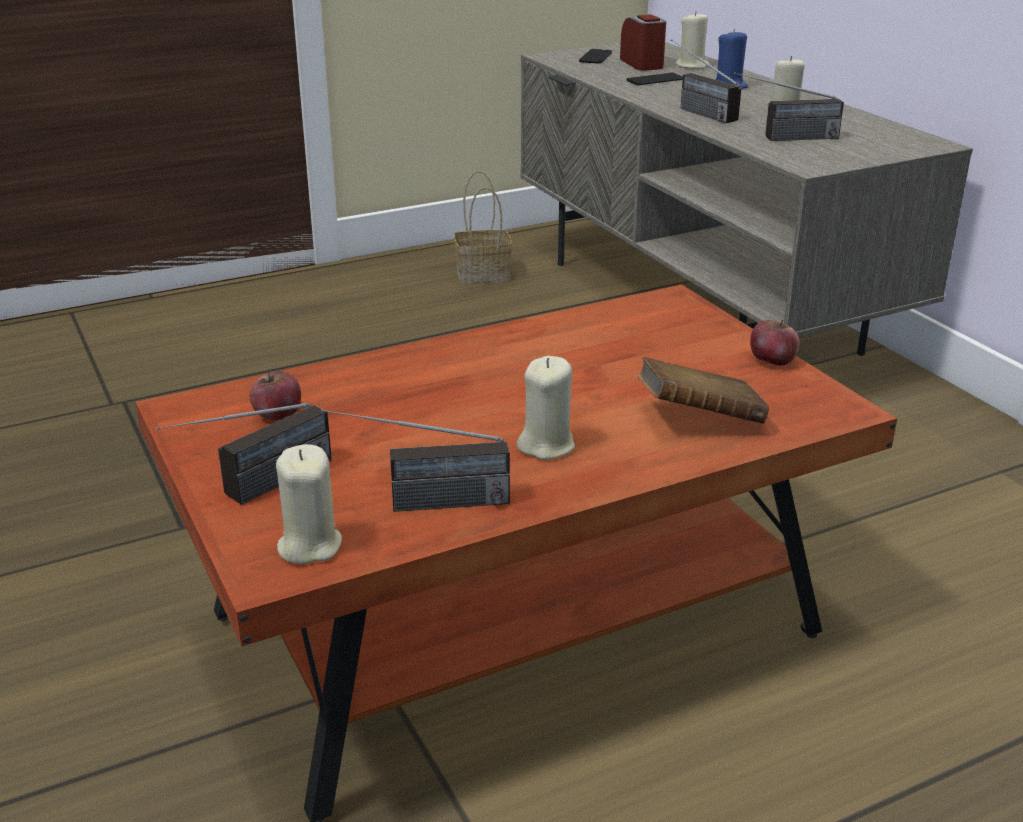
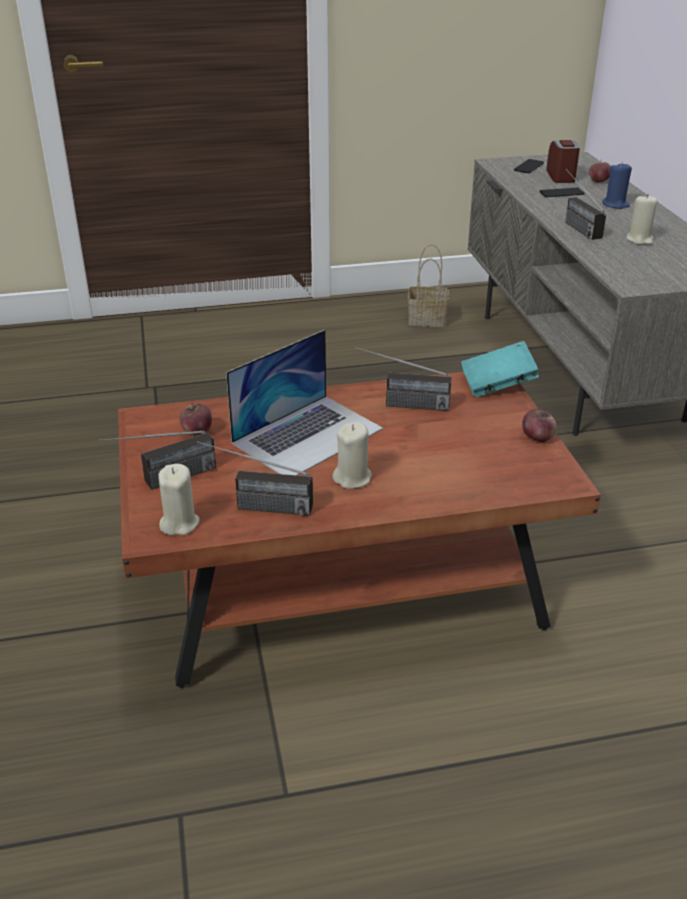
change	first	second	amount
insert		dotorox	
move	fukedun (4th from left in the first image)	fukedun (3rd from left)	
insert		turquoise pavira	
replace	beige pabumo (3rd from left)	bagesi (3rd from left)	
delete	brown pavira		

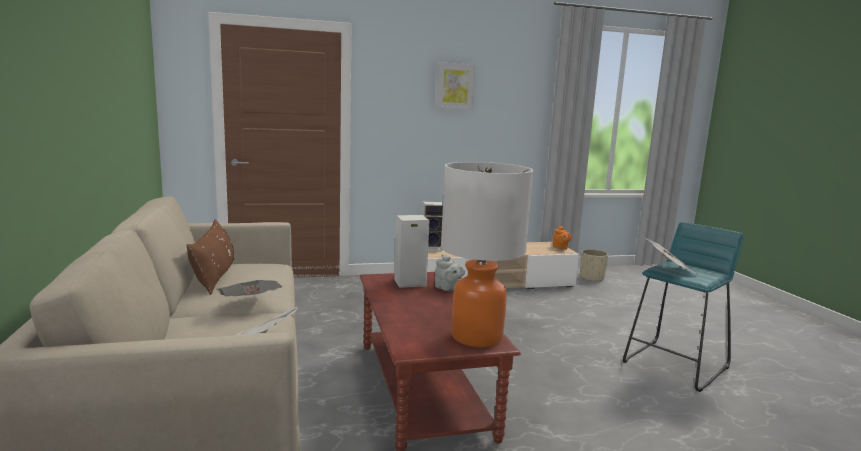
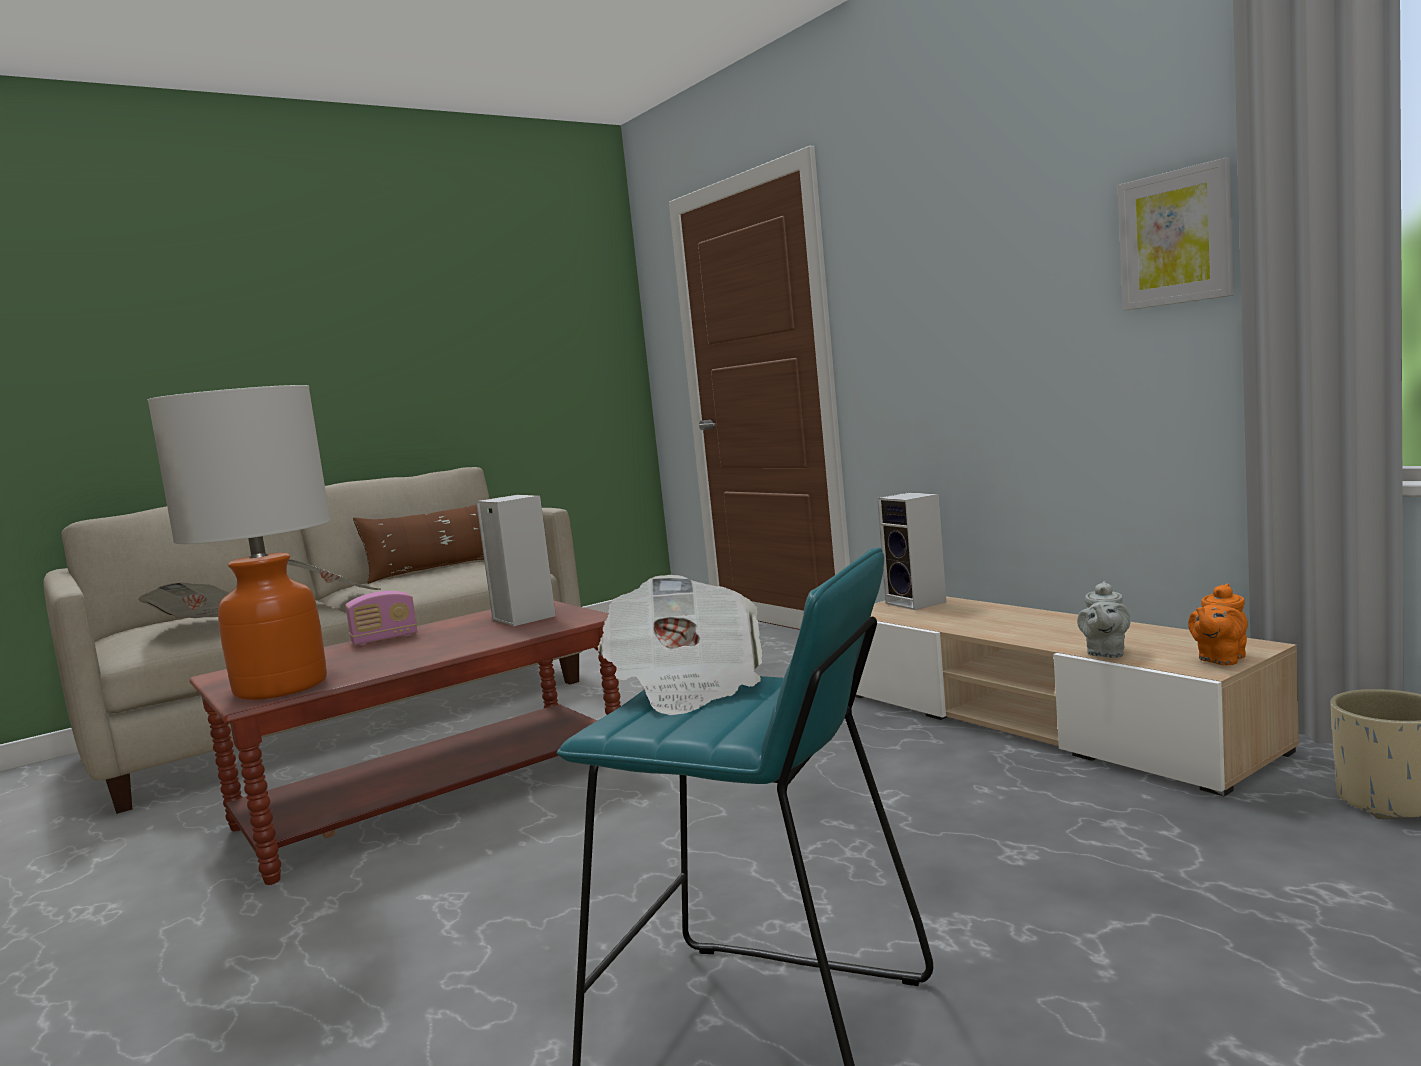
change	first	second	amount
insert		fukedun	
move	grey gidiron		
move	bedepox		

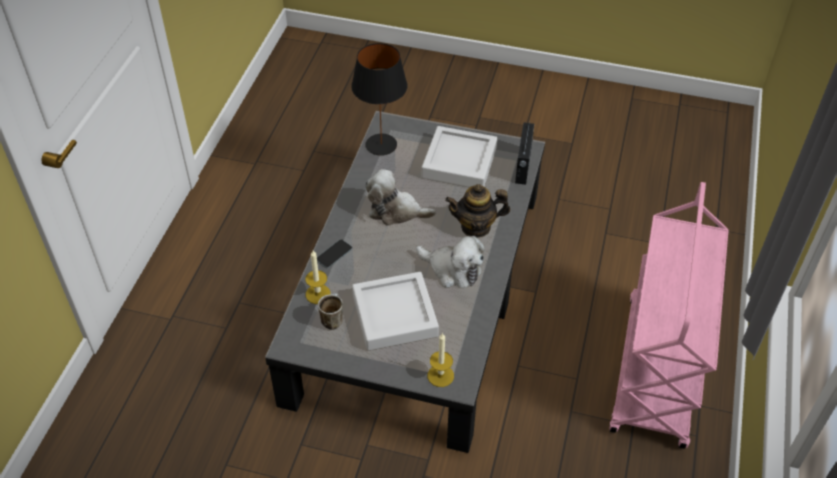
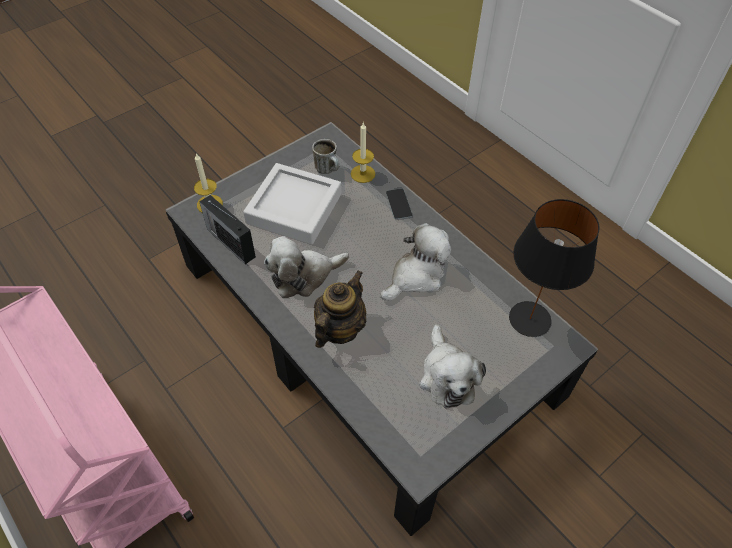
change	first	second	amount
move	fukedun		
replace	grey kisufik (2nd from left)	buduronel (3rd from left)	

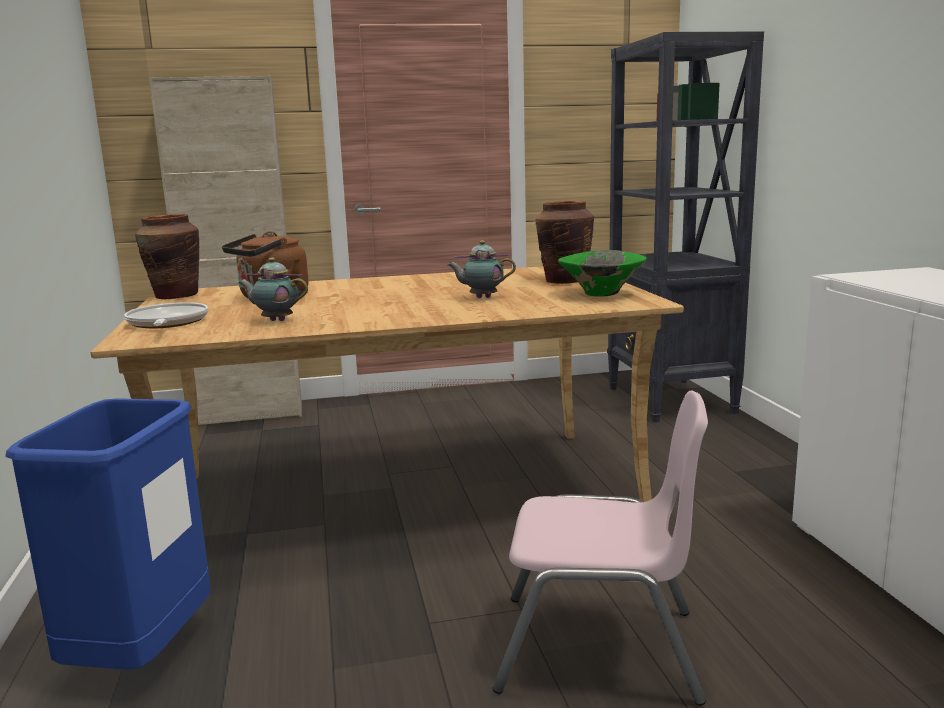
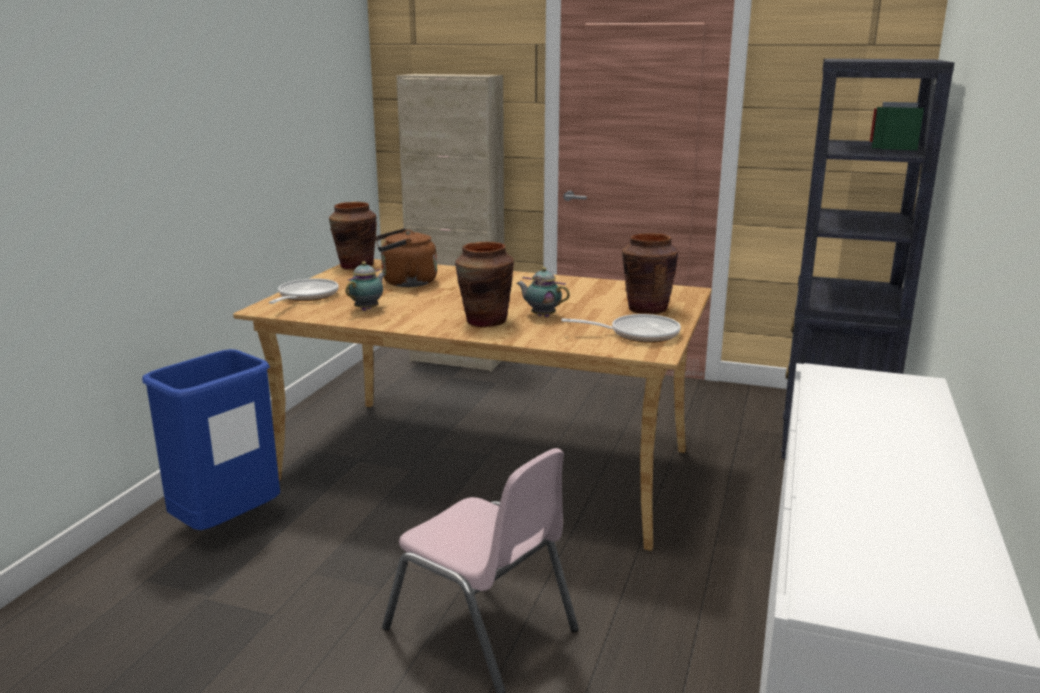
change	first	second	amount
rotate	gidiron (1st from left)		75 degrees clockwise
insert		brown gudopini (2nd from left)	
replace	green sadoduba	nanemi (2nd from left)	

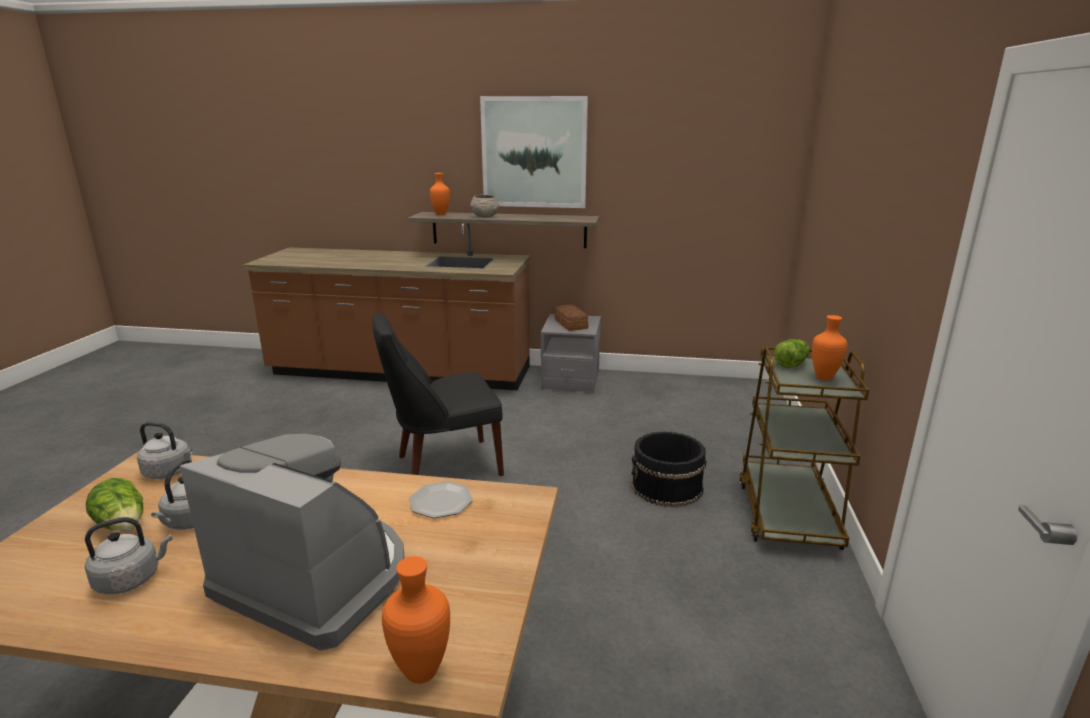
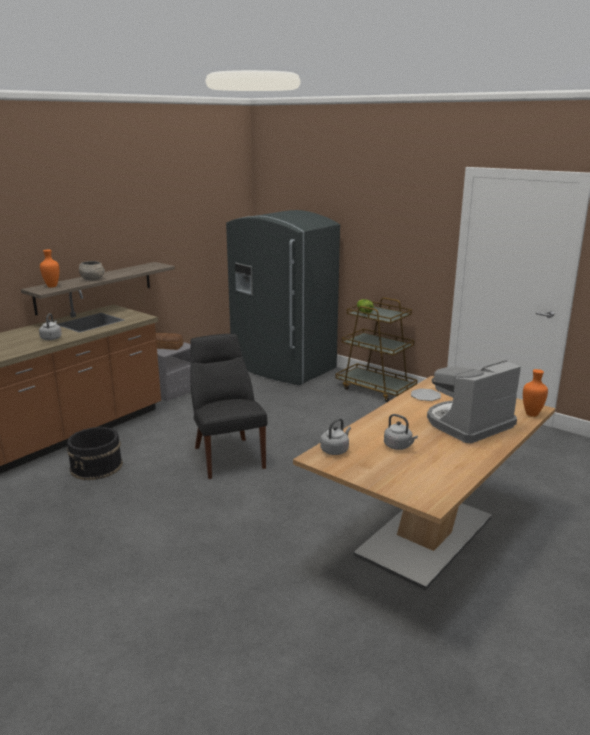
change	first	second	amount
move	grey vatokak (1st from left)		
move	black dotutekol		
rotate	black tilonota		150 degrees clockwise
insert		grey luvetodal	
delete	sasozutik (1st from left)		
delete	bedepox		
delete	orange gudopini (3rd from left)		

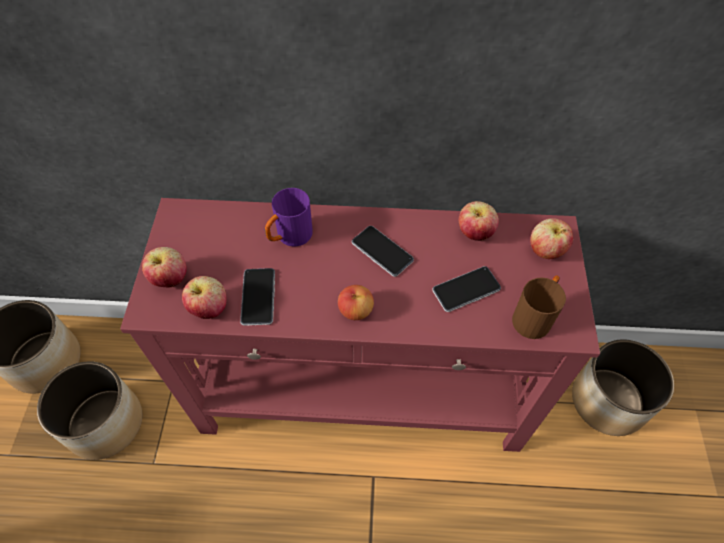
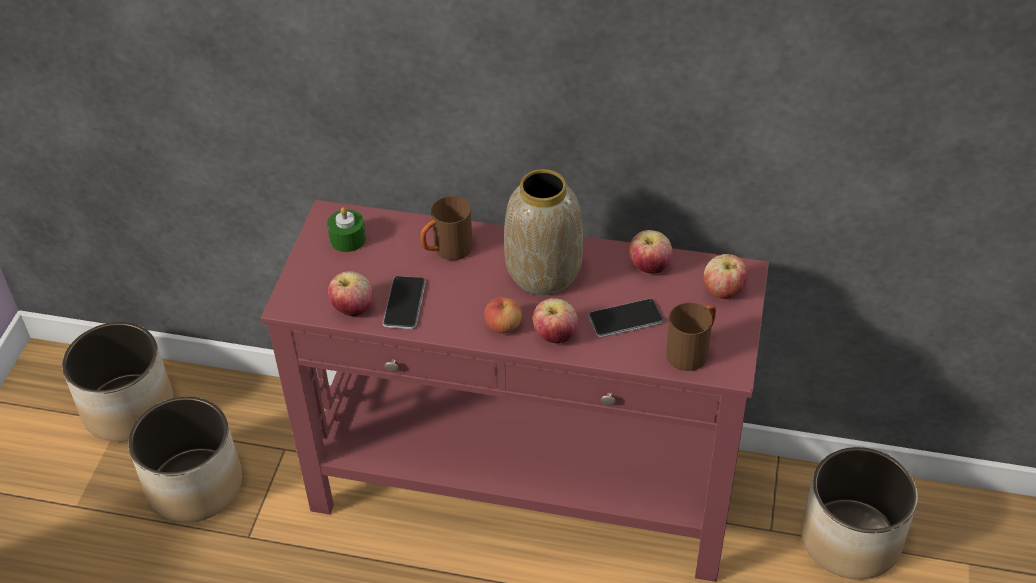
change	first	second	amount
insert		green pabumo	
recolor	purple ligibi	brown ligibi (1st from left)	
replace	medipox (2nd from left)	gudopini	
move	bagesi (1st from left in the first image)	bagesi (3rd from left)	

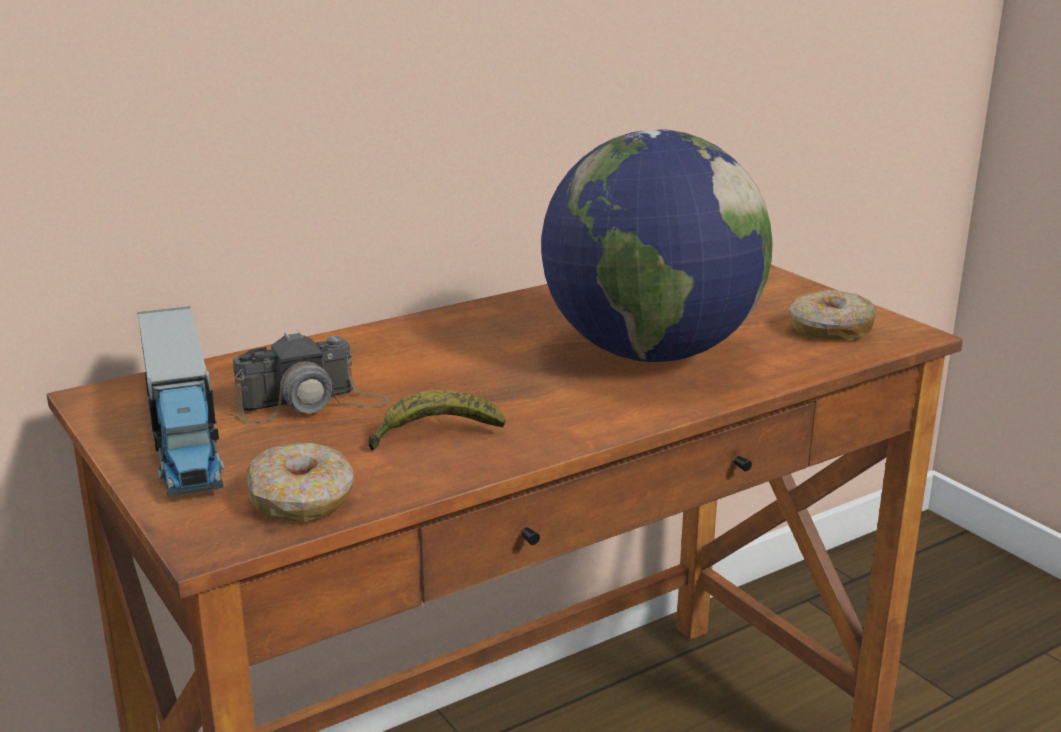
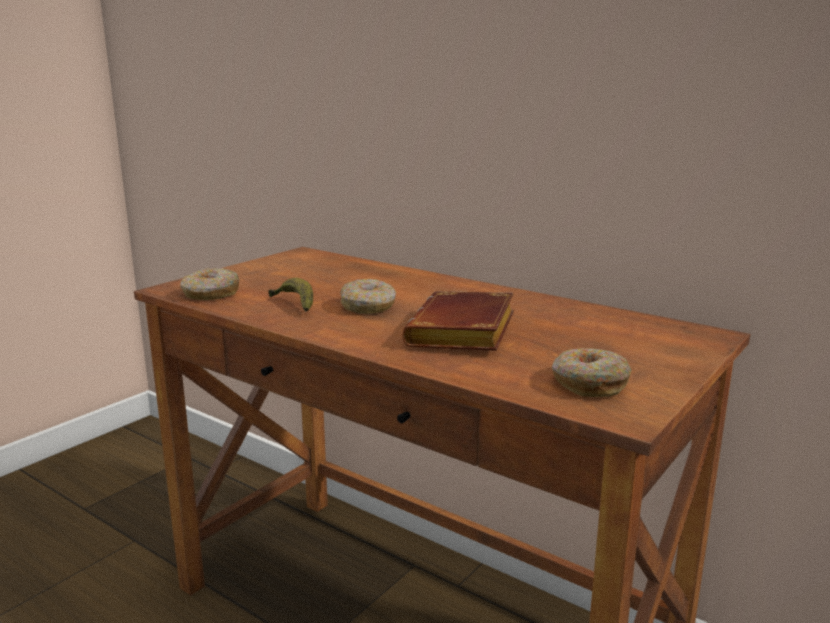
change	first	second	amount
insert		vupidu (2nd from left)	
replace	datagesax	brown pavira	
delete	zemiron		
delete	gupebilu		

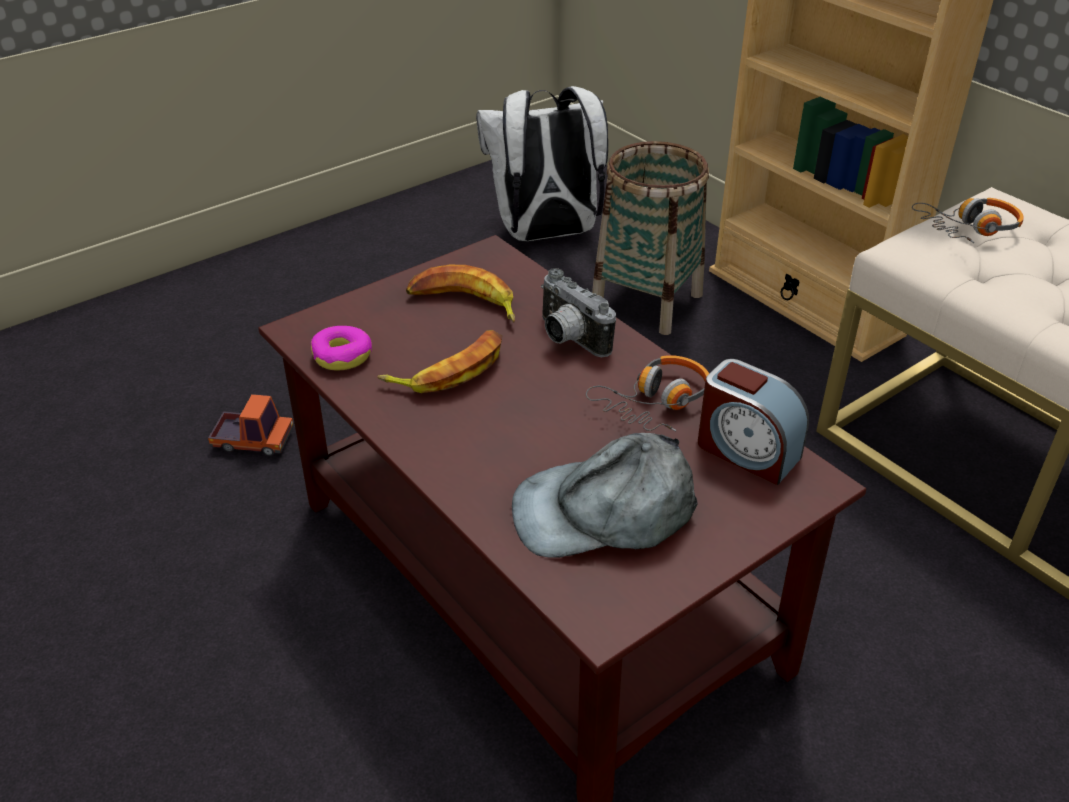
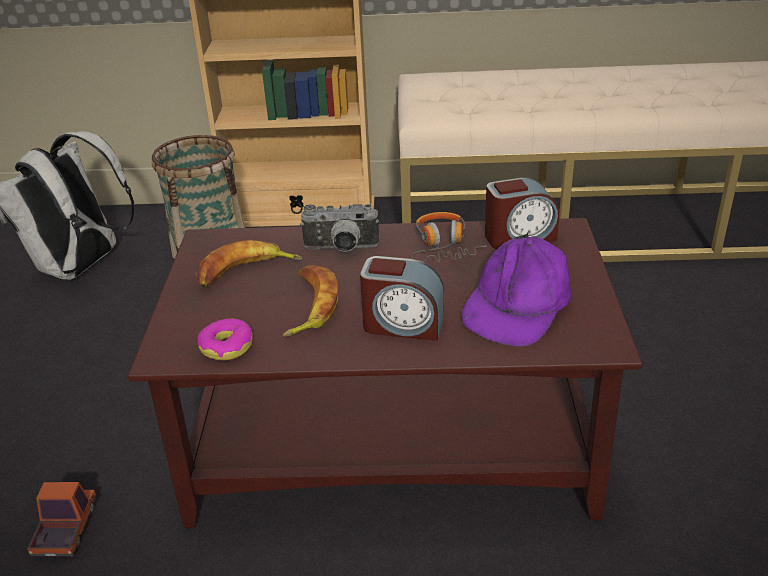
change	first	second	amount
rotate	zemiron		45 degrees counterclockwise
insert		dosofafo (1st from left)	
recolor	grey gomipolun	purple gomipolun	
delete	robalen (2nd from left)		

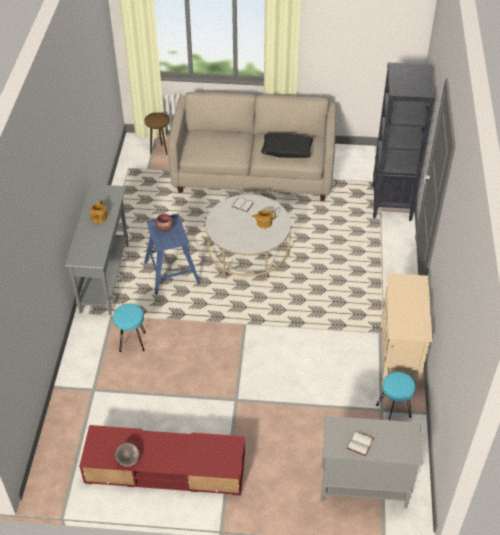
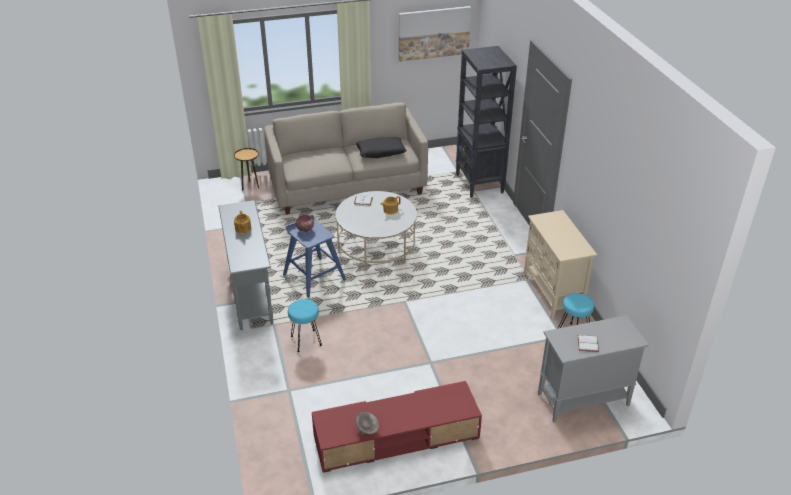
change	first	second	amount
insert		bedepox	

